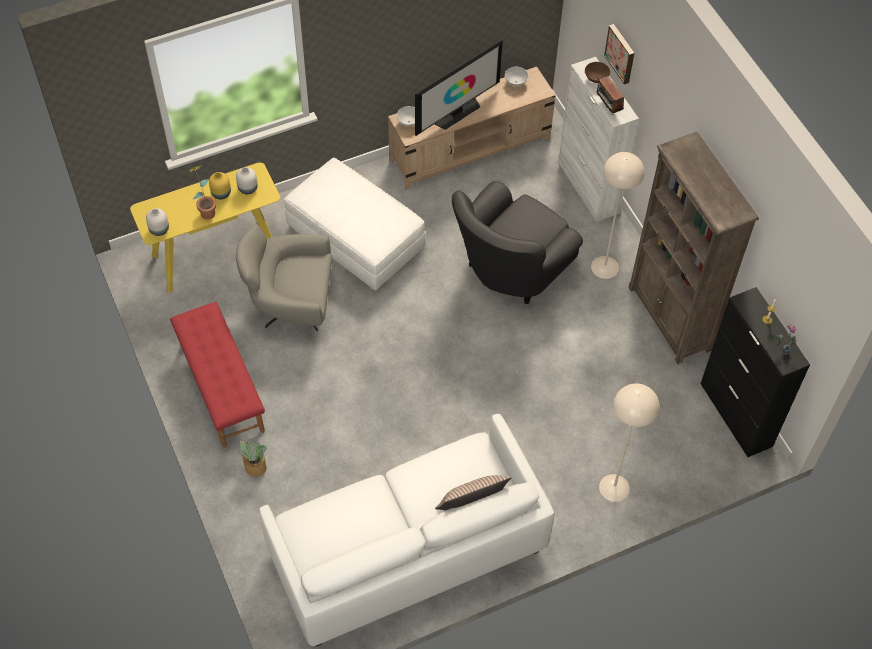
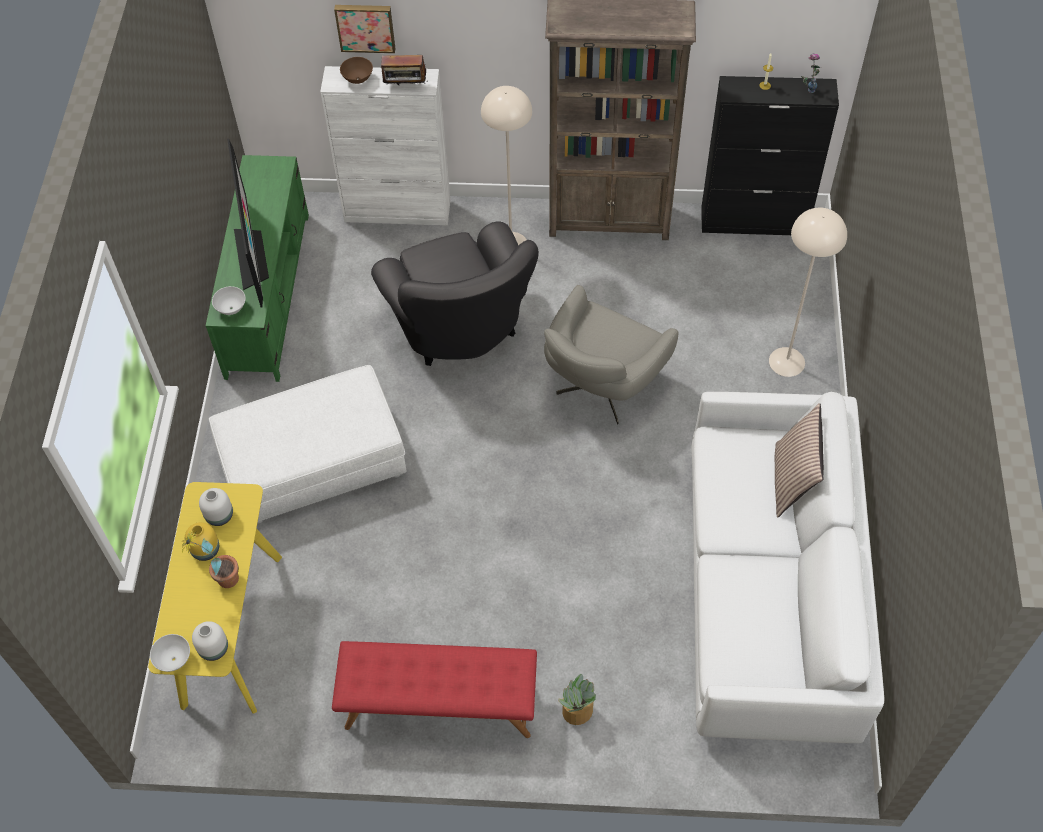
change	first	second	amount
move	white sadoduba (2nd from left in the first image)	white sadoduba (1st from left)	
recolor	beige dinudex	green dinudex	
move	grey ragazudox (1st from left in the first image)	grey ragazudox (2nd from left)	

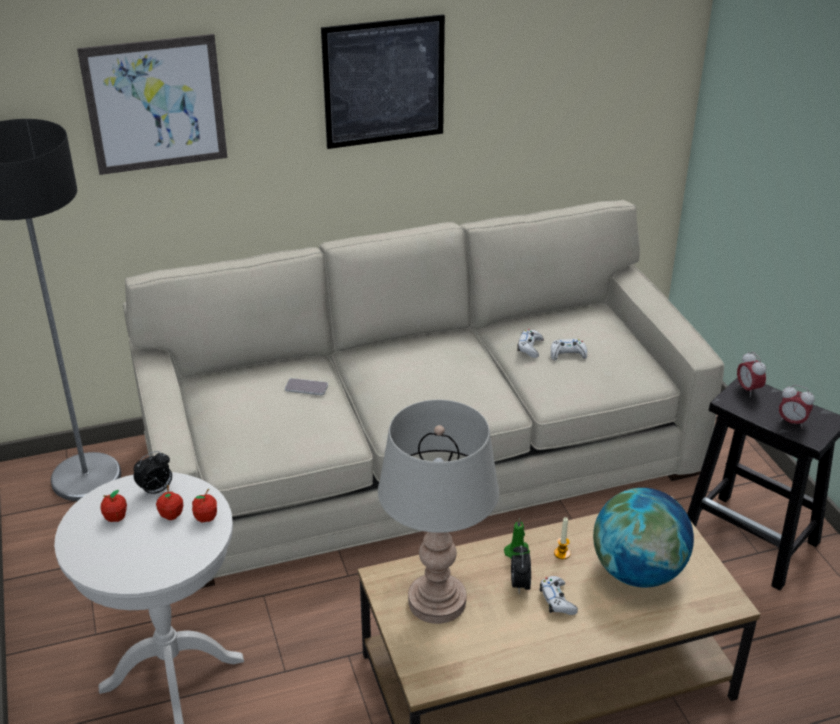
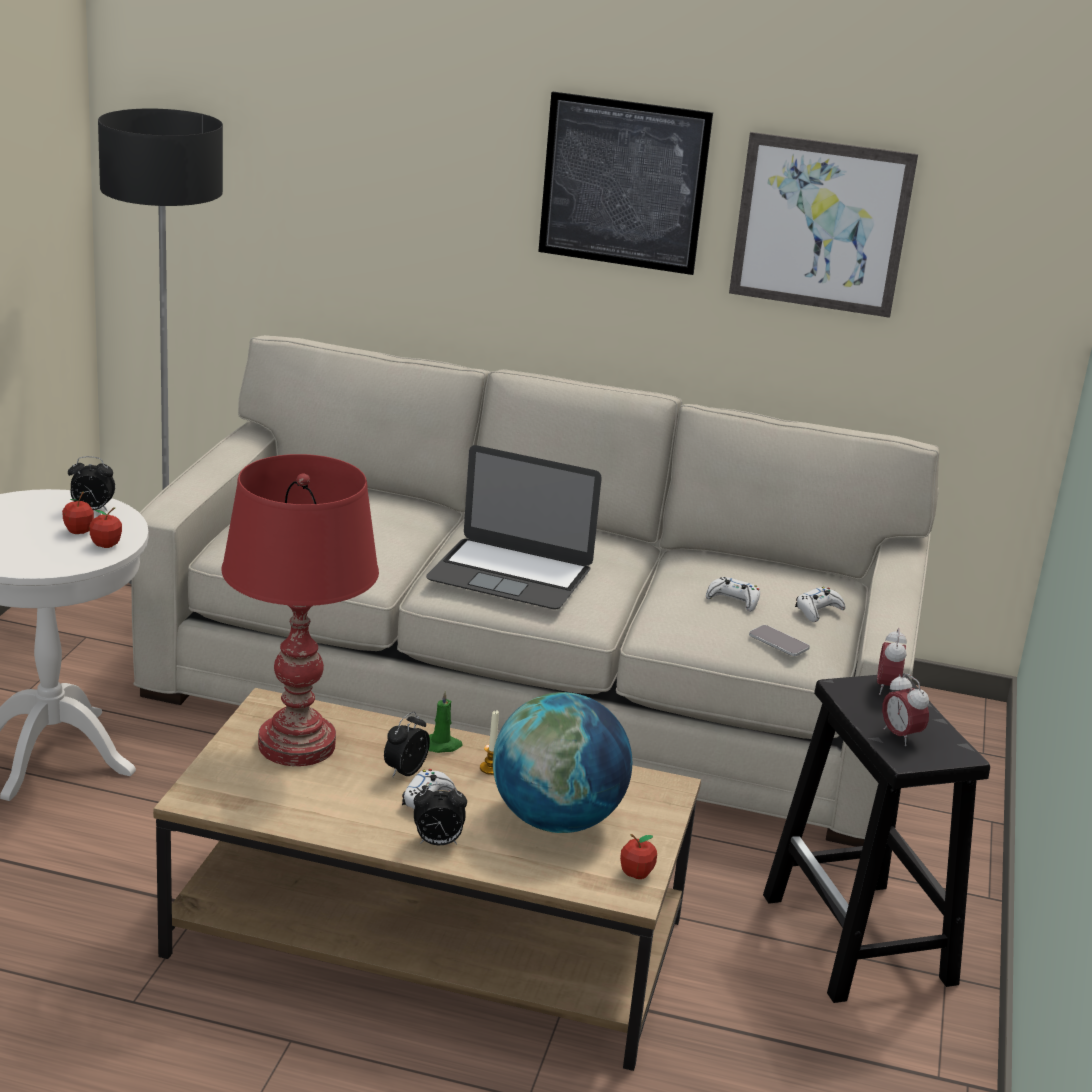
change	first	second	amount
recolor	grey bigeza	red bigeza	
insert		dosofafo (3rd from left)	
insert		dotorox	
move	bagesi (1st from left in the first image)	bagesi (3rd from left)	
move	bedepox (1st from left in the first image)	bedepox (2nd from left)	
move	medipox		
move	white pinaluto (1st from left in the first image)	white pinaluto (3rd from left)	

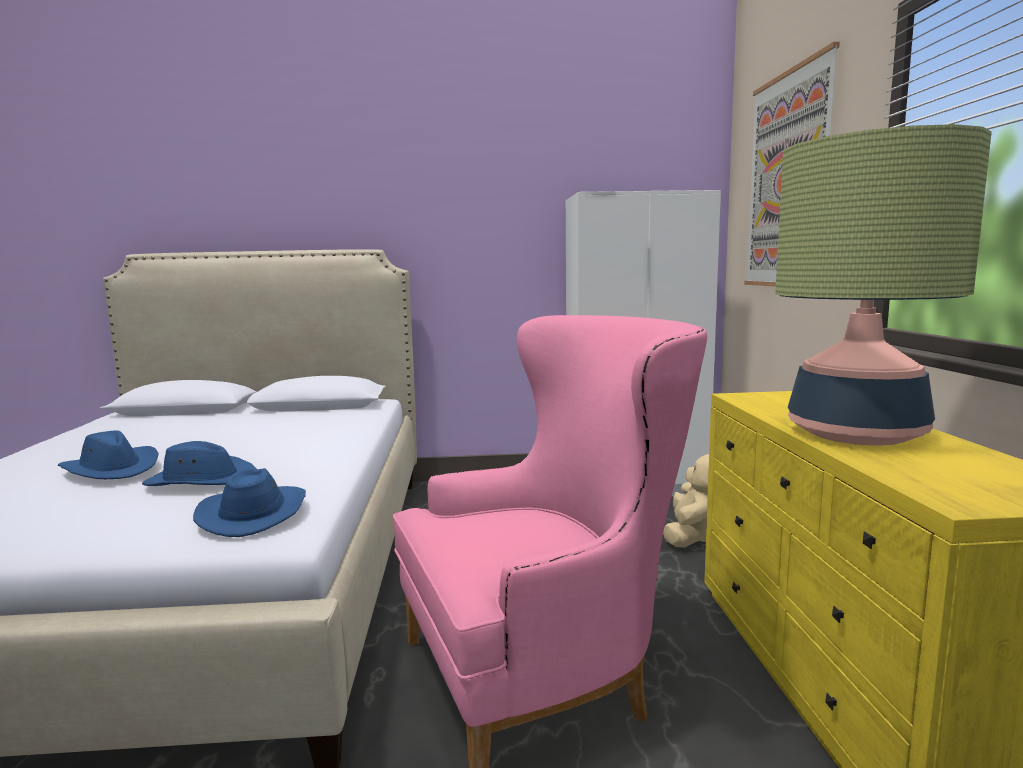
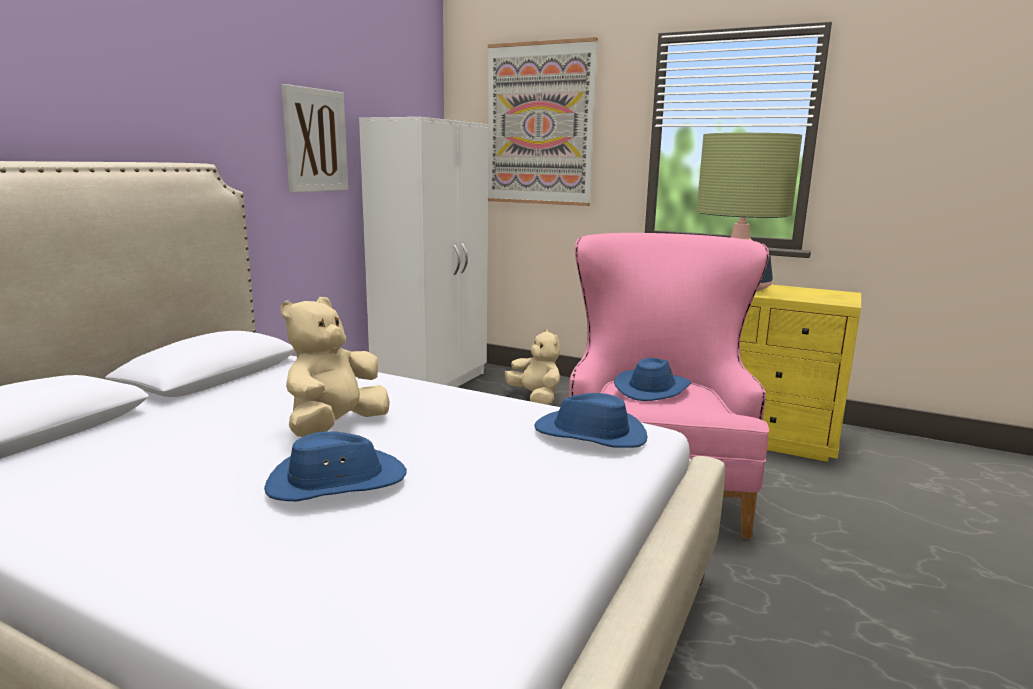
change	first	second	amount
insert		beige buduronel (1st from left)	
insert		bedepox (1st from left)	
move	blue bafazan (2nd from left in the first image)	blue bafazan (3rd from left)	

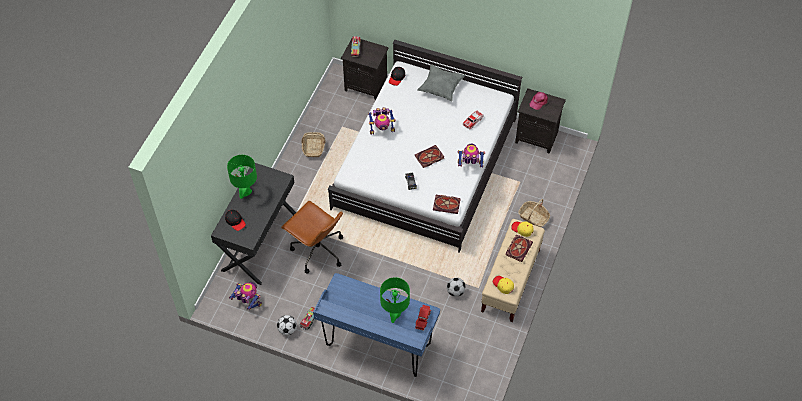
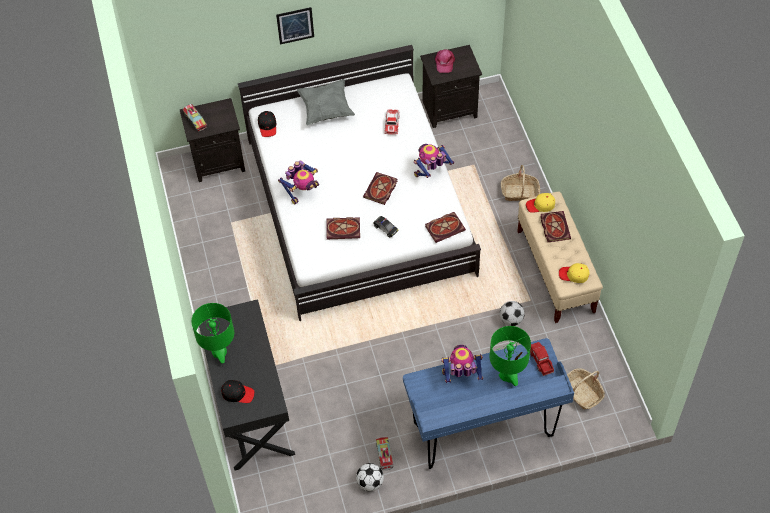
change	first	second	amount
insert		bedepox	
insert		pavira (1st from left)	
move	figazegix (1st from left in the first image)	figazegix (3rd from left)	
move	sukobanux (1st from left in the first image)	sukobanux (2nd from left)	
delete	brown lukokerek		

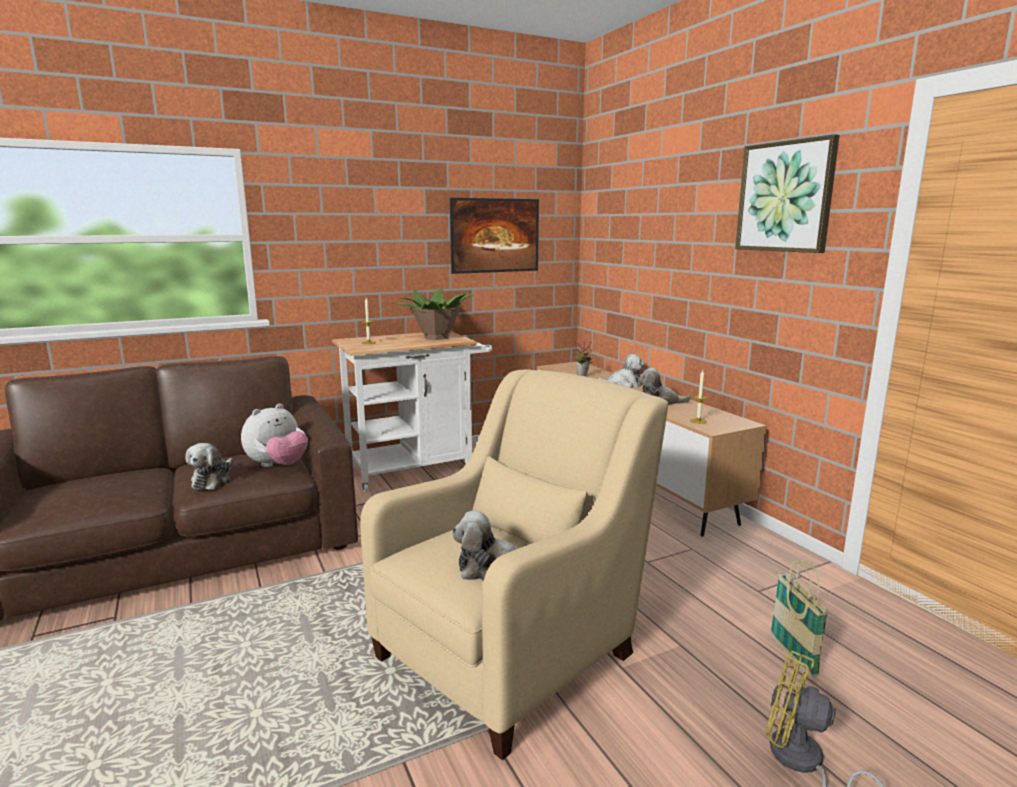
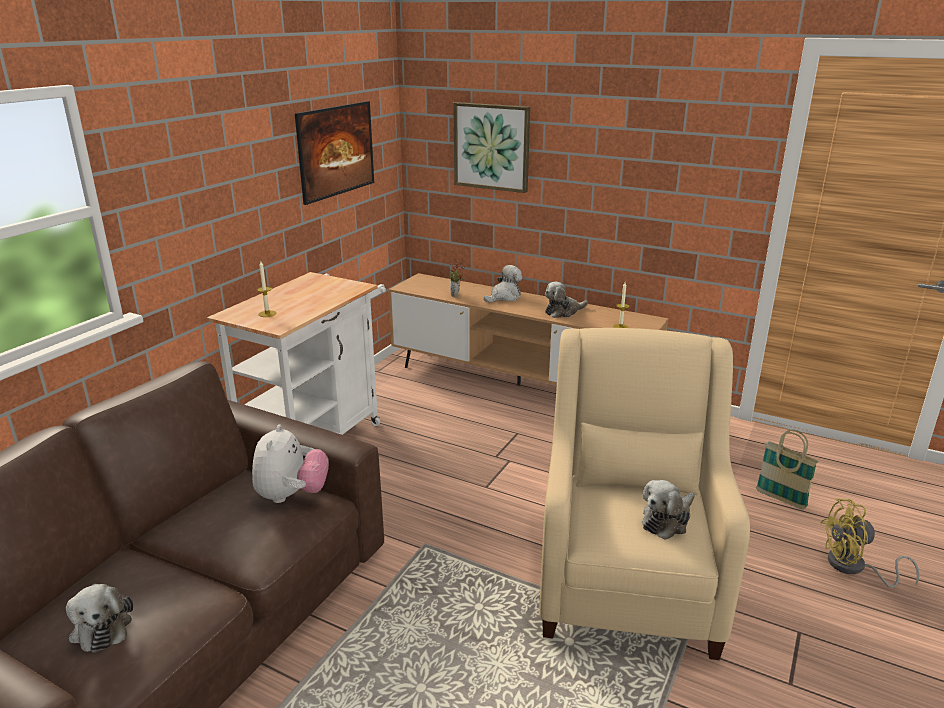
change	first	second	amount
move	buduronel (1st from left)		
move	bedepox (2nd from left)		
delete	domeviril (1st from left)		

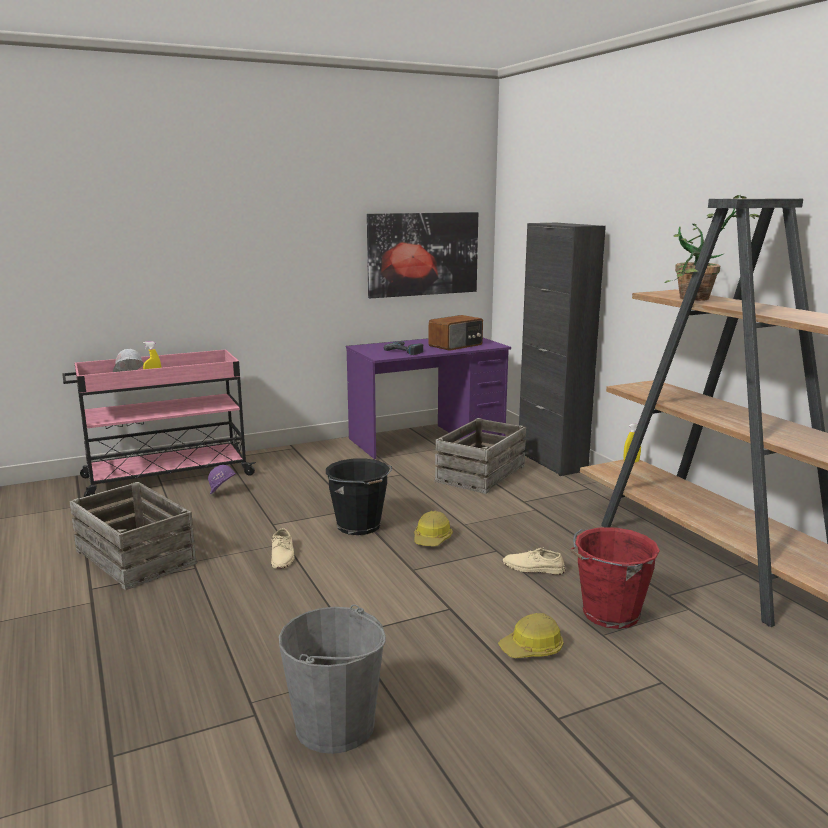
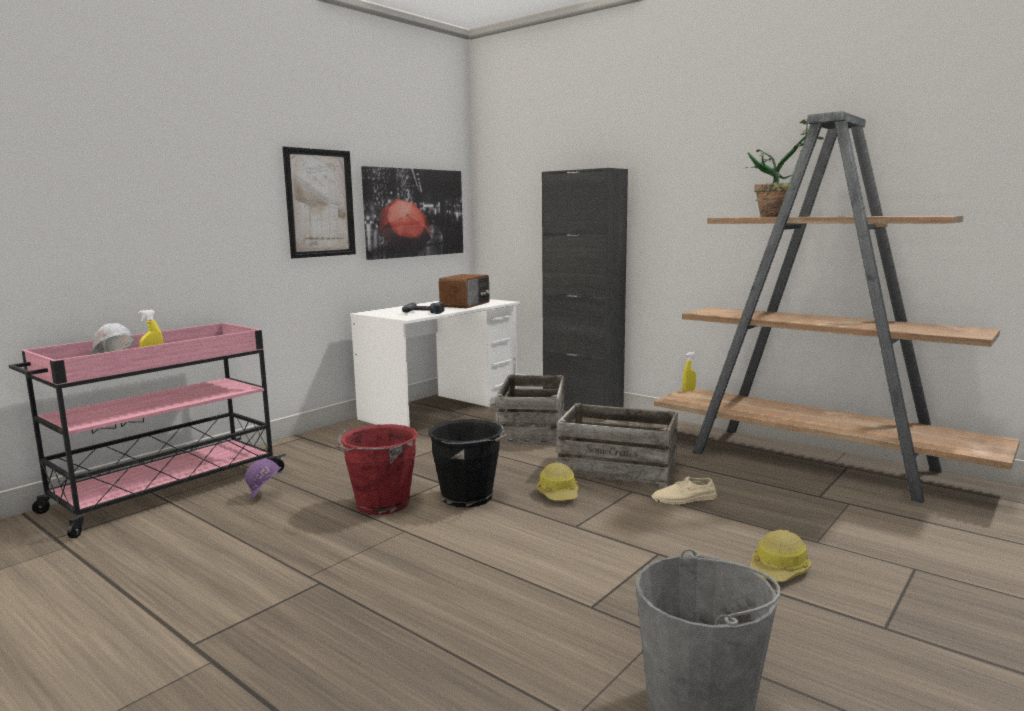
change	first	second	amount
insert		bedepox (1st from left)	
move	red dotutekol		
recolor	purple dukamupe	white dukamupe	
move	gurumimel (1st from left in the first image)	gurumimel (2nd from left)	
delete	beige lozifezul (1st from left)		

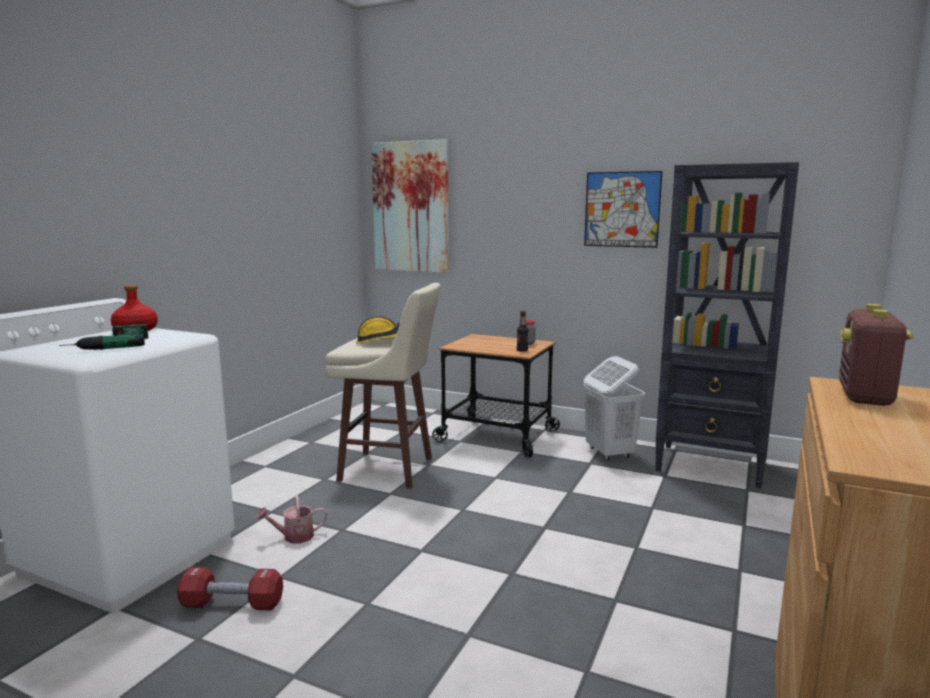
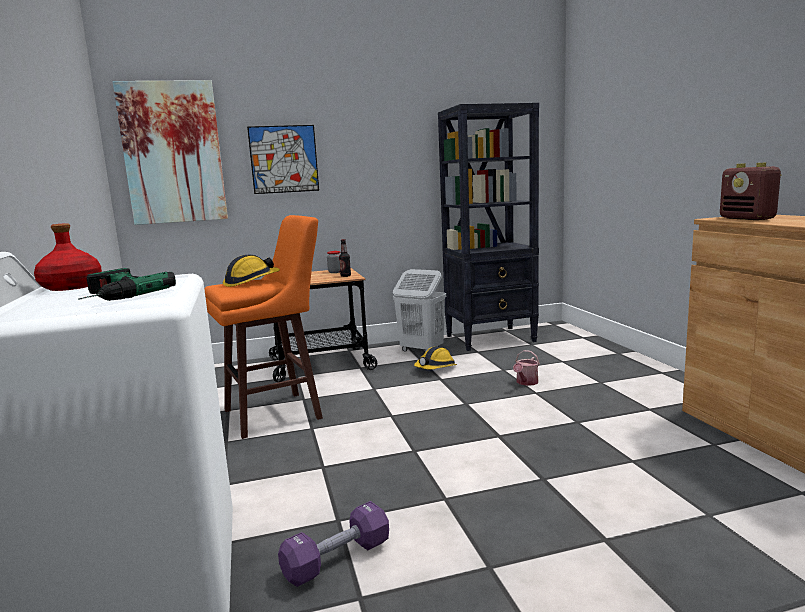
change	first	second	amount
recolor	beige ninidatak	orange ninidatak	
move	bedepox (2nd from left)		
recolor	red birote	purple birote	
insert		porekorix (2nd from left)	
move	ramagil		

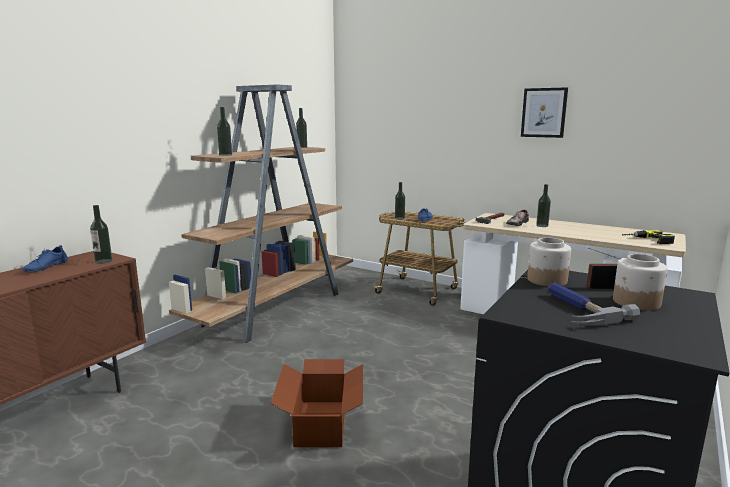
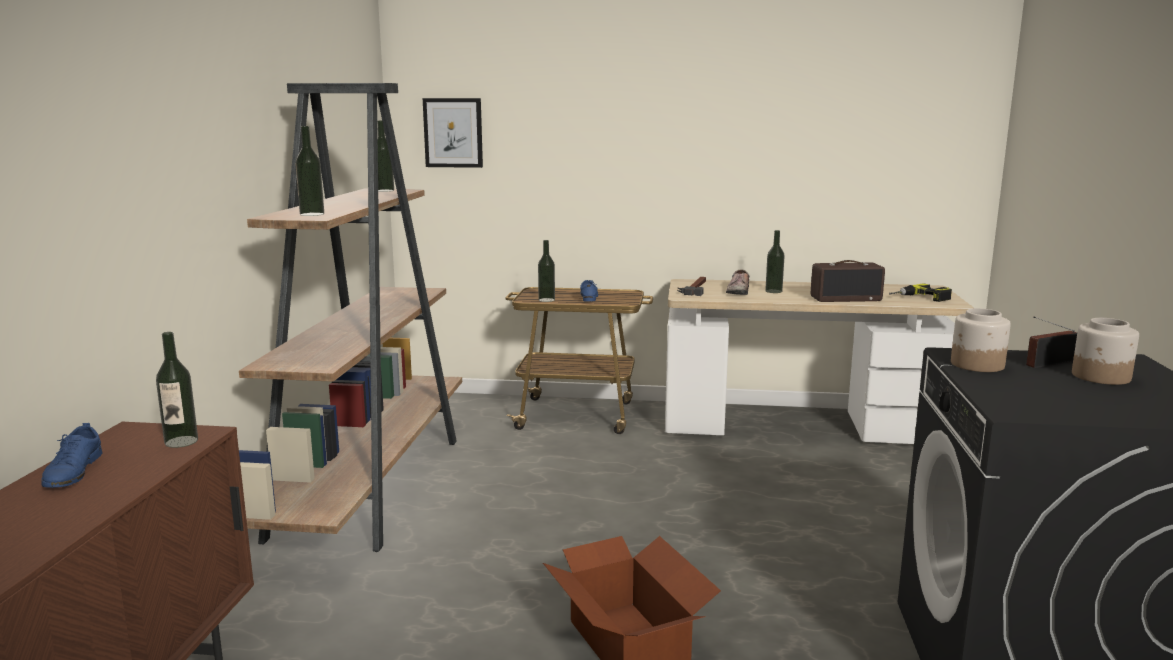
change	first	second	amount
move	bedepox		
insert		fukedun (1st from left)	
delete	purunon (2nd from left)		

